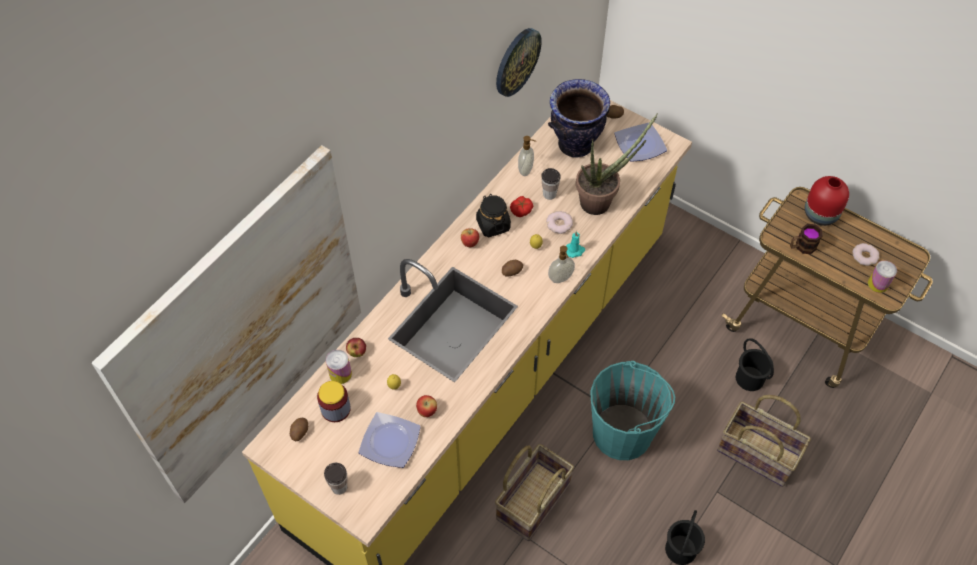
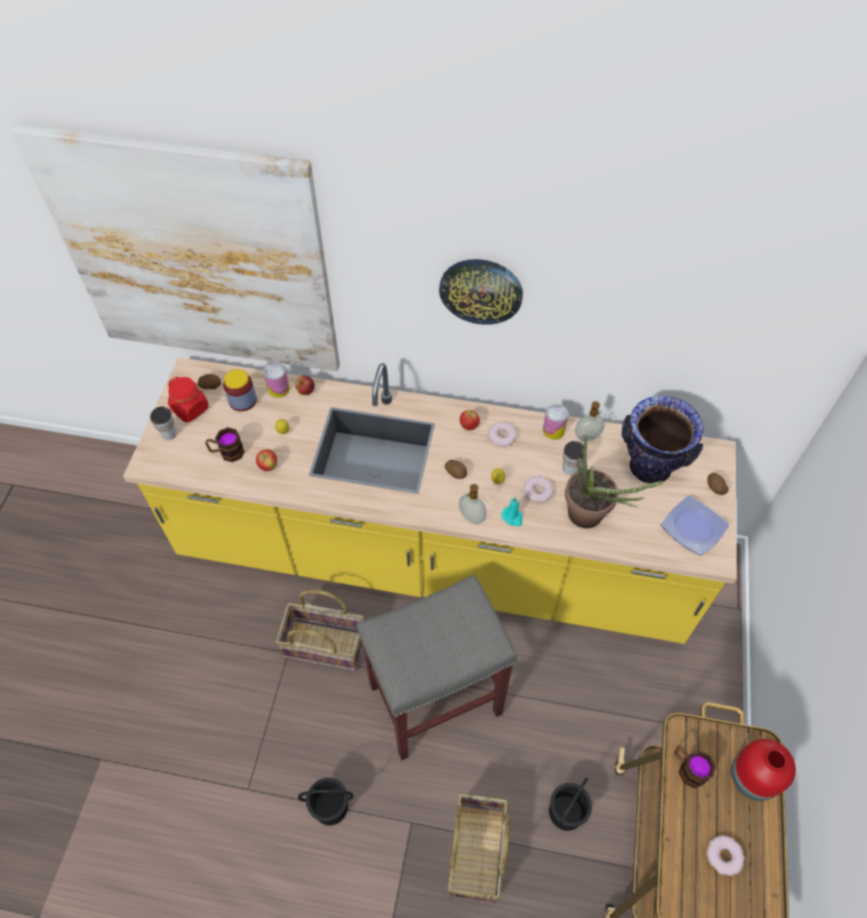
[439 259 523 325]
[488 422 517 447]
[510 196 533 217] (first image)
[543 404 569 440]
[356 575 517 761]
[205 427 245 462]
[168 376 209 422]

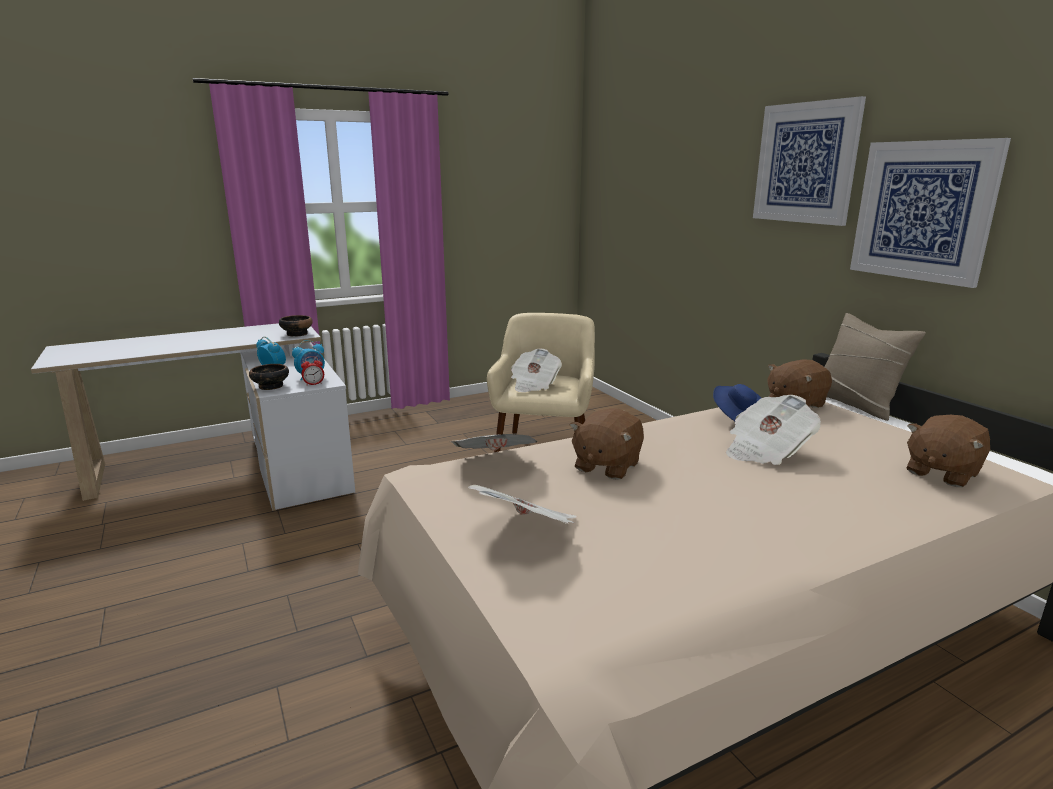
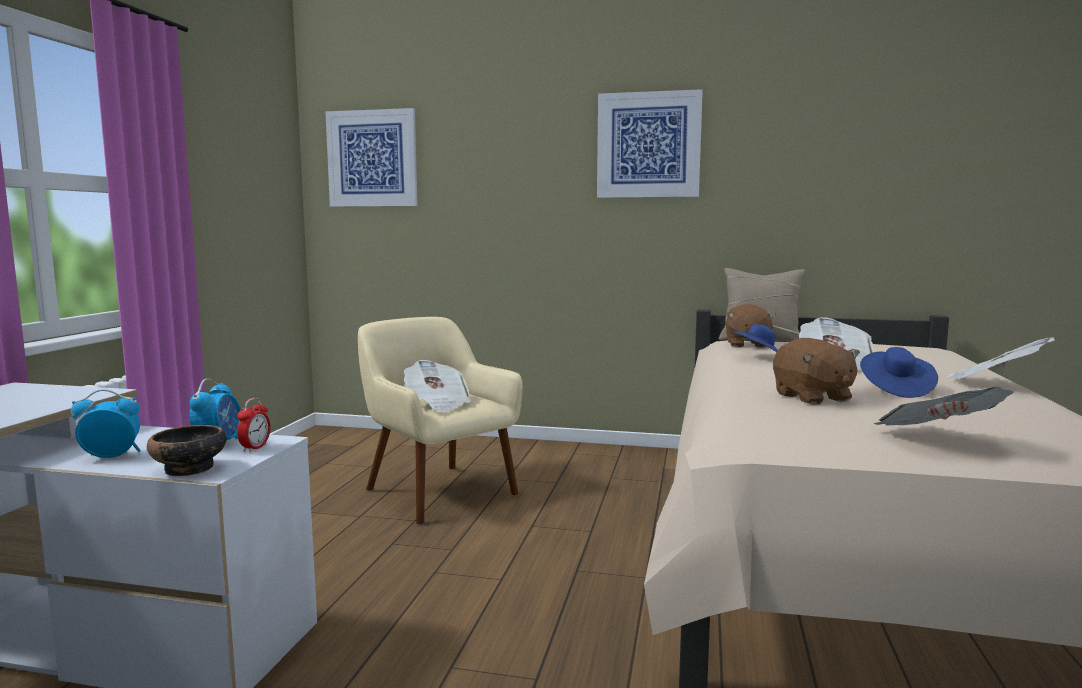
[325 108 418 207]
[279 315 313 337] (first image)
[907 415 990 487] (first image)
[947 337 1055 380]
[860 347 938 398]

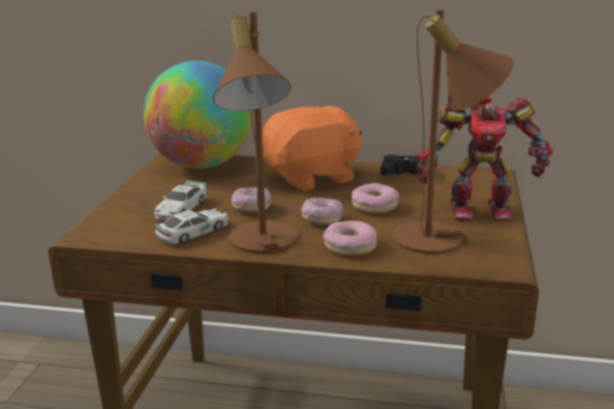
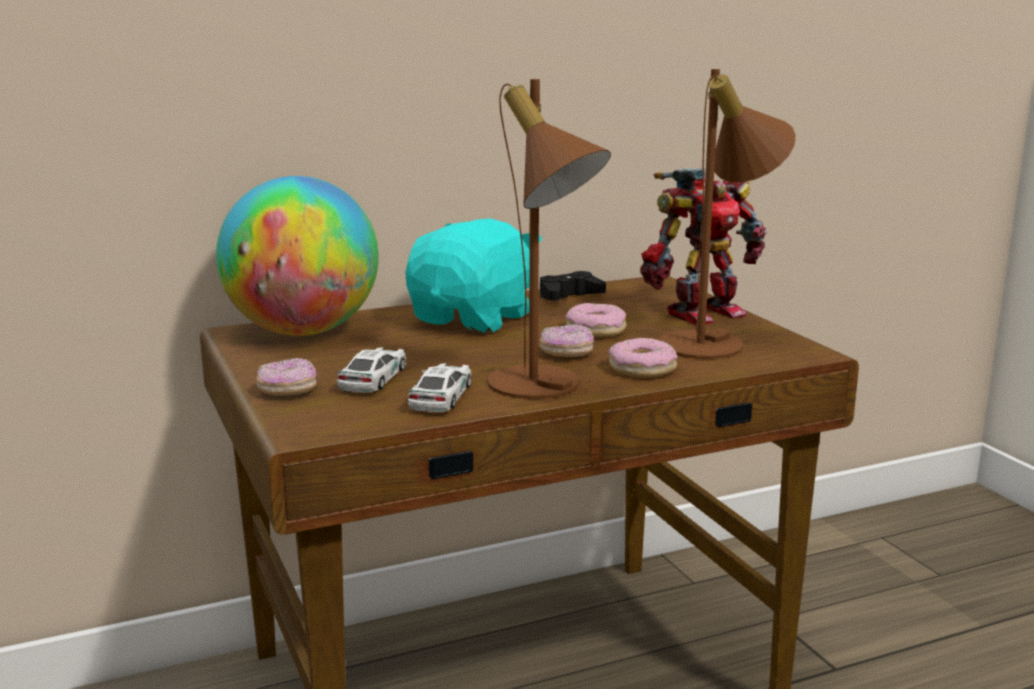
[405 218 542 333]
[337 347 406 393]
[256 358 318 396]

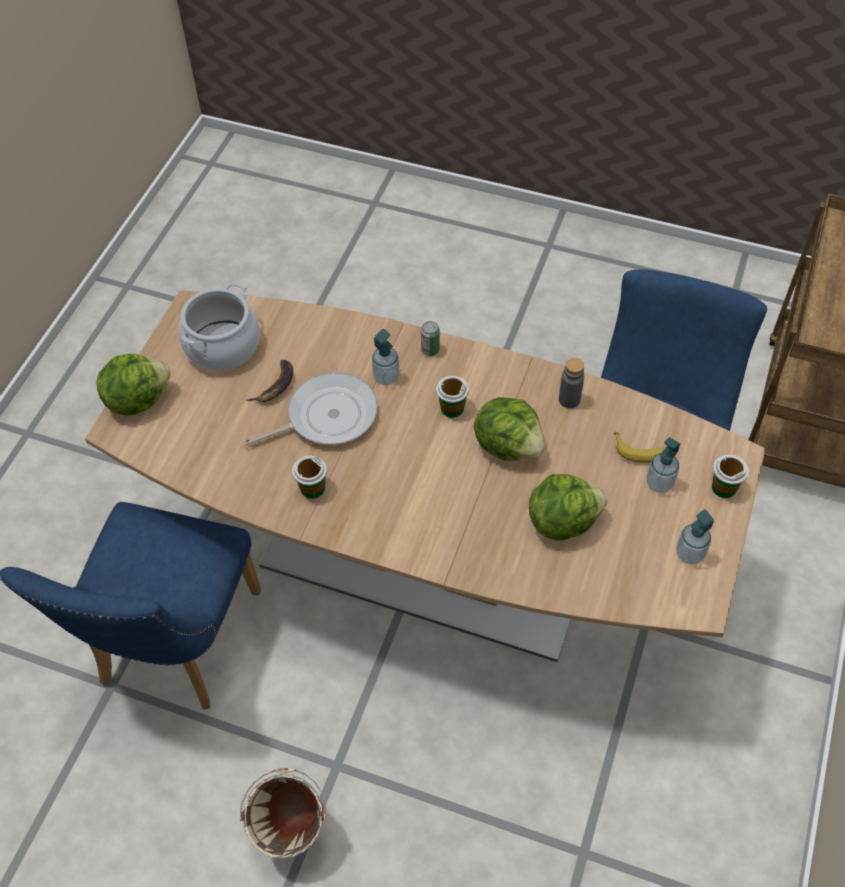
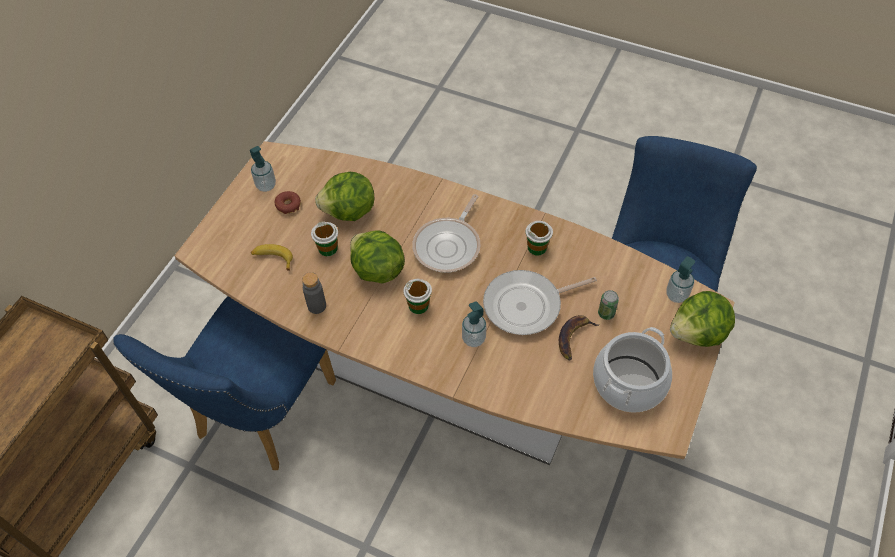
[598 290 619 320]
[666 256 695 303]
[311 221 338 256]
[240 768 326 859] (first image)
[274 191 301 214]
[412 194 481 273]

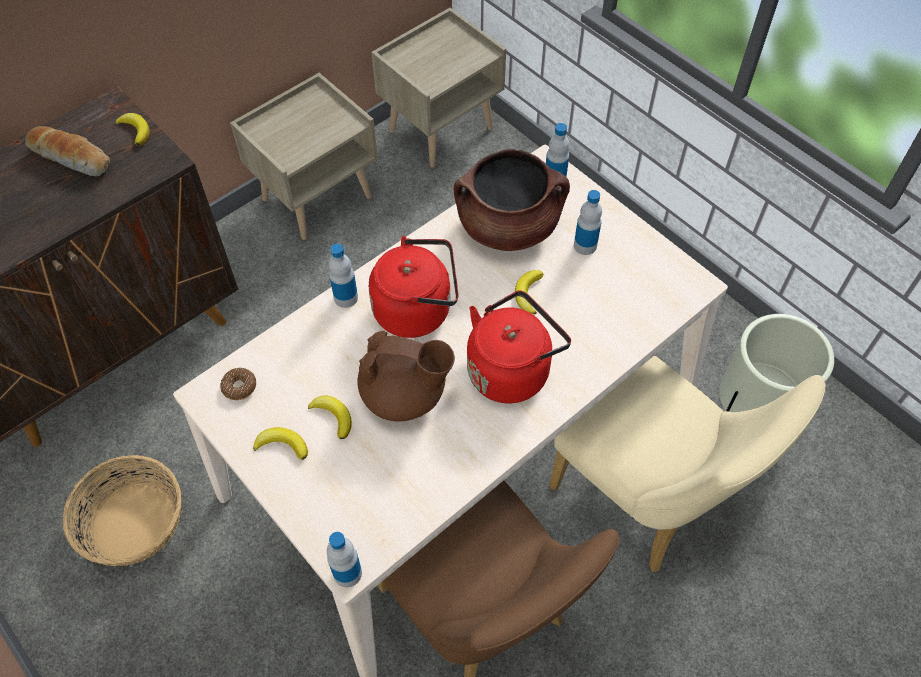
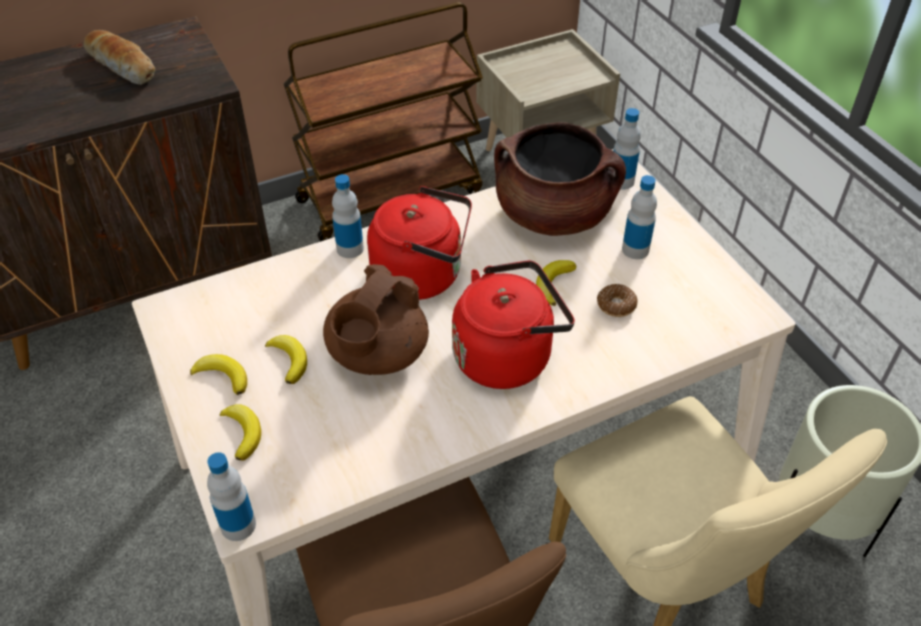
[284 2 483 241]
[219 404 261 460]
[323 264 429 375]
[597 284 638 317]
[63 455 181 566] (first image)

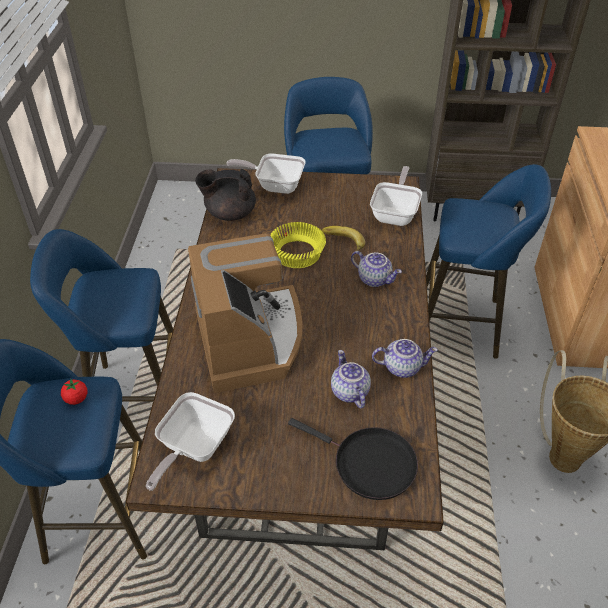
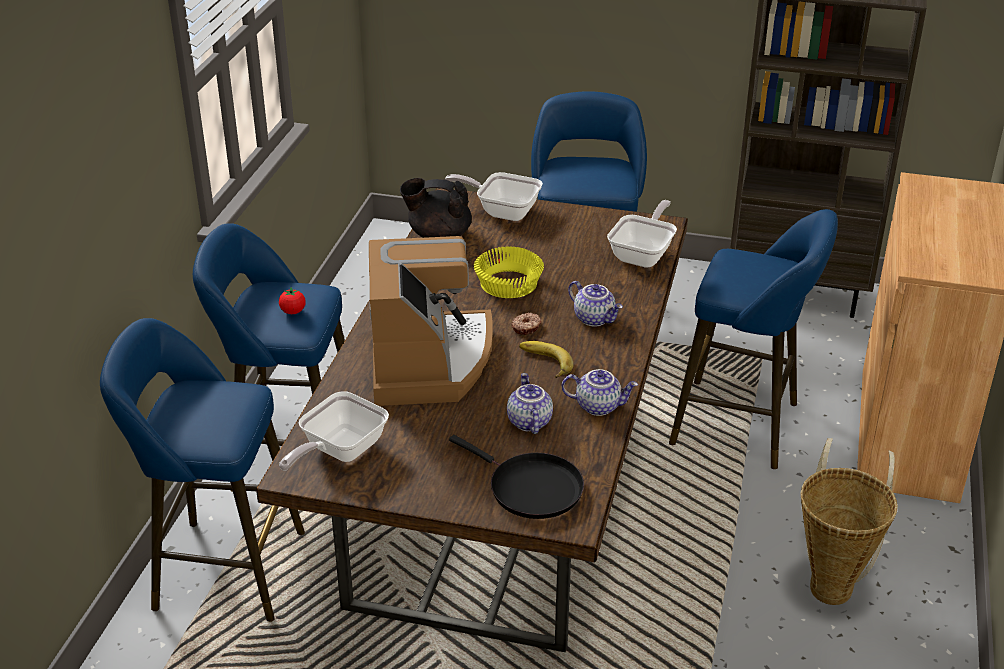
[519 341 573 378]
[279 287 306 314]
[511 313 542 335]

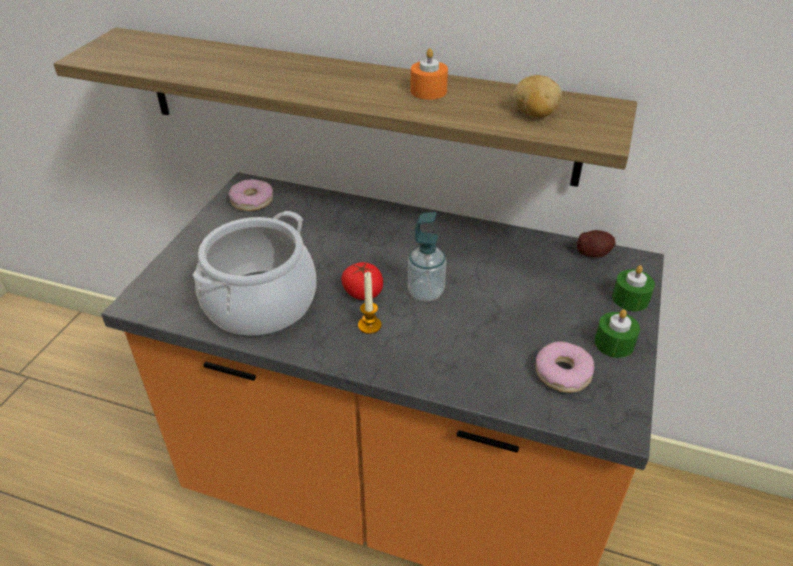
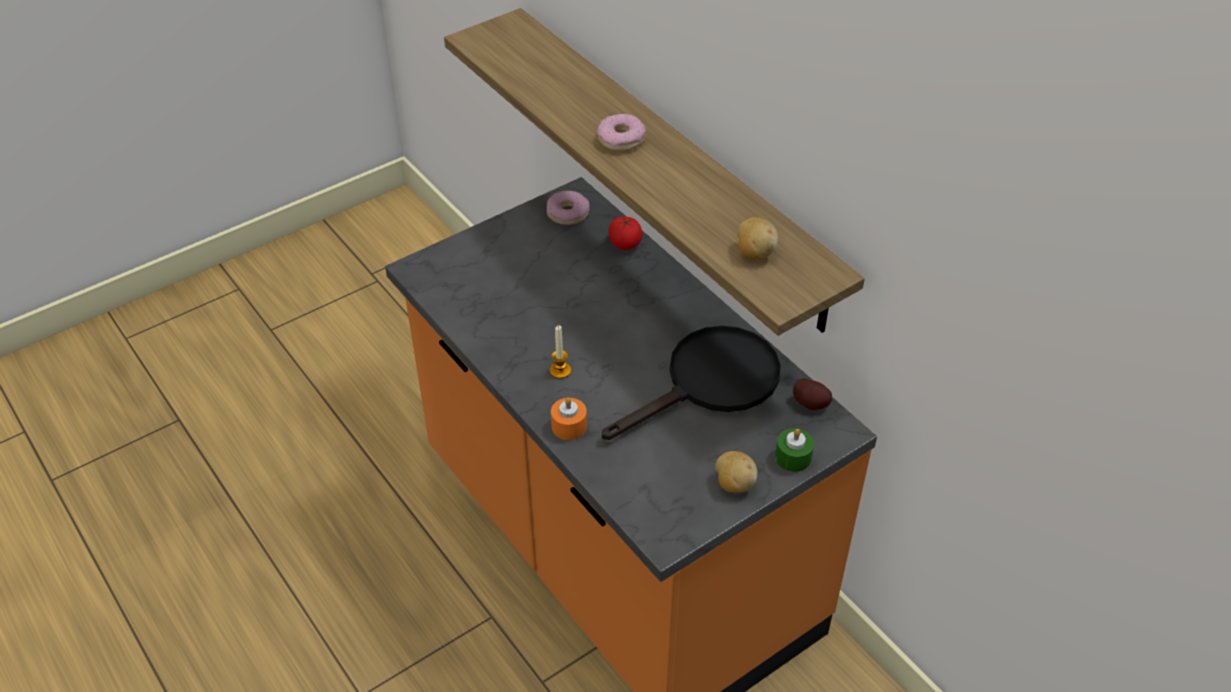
[551 397 587 440]
[192 211 316 336] (first image)
[408 212 446 301] (first image)
[609 216 642 250]
[715 451 757 493]
[597 114 646 151]
[602 326 781 440]

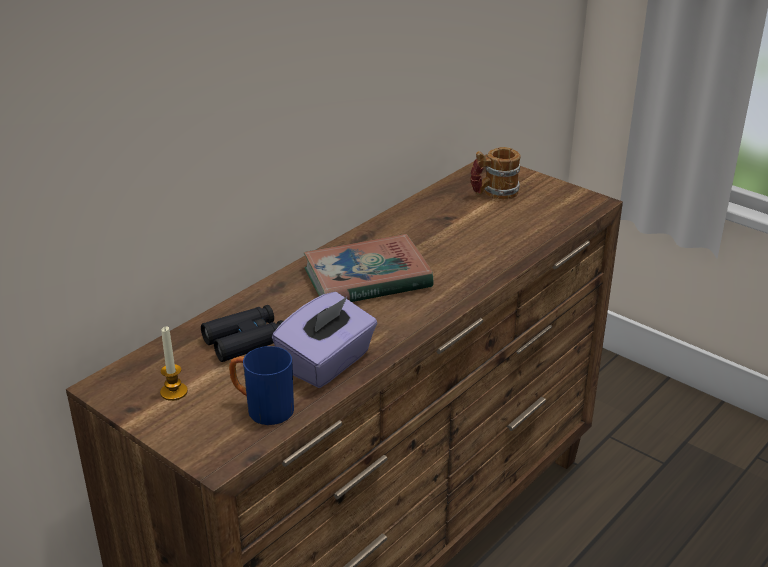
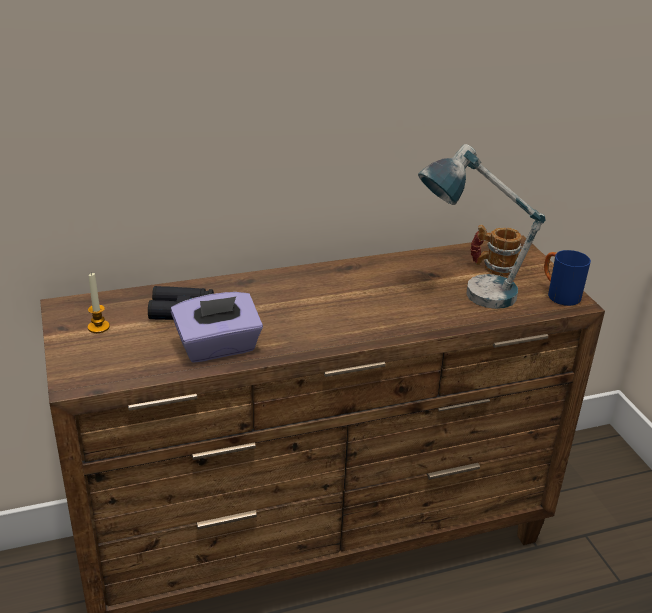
[304 234 434 302] (first image)
[544 250 591 306]
[418 144 546 309]

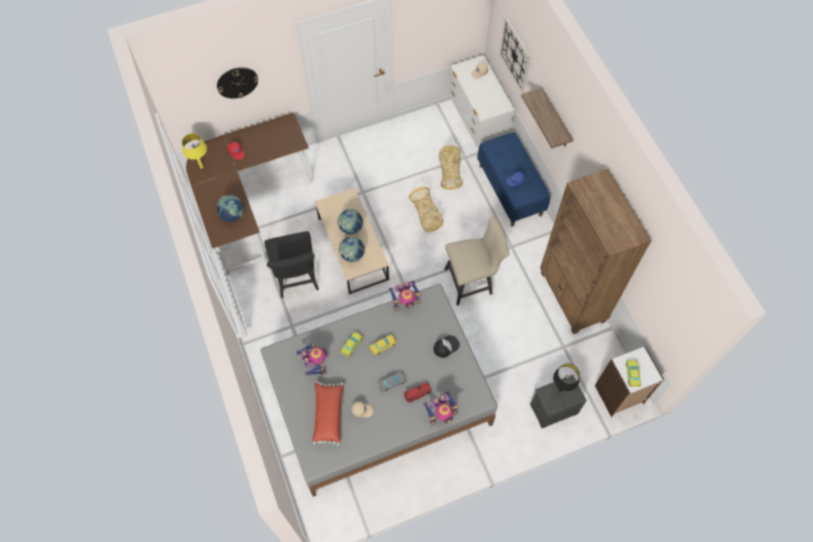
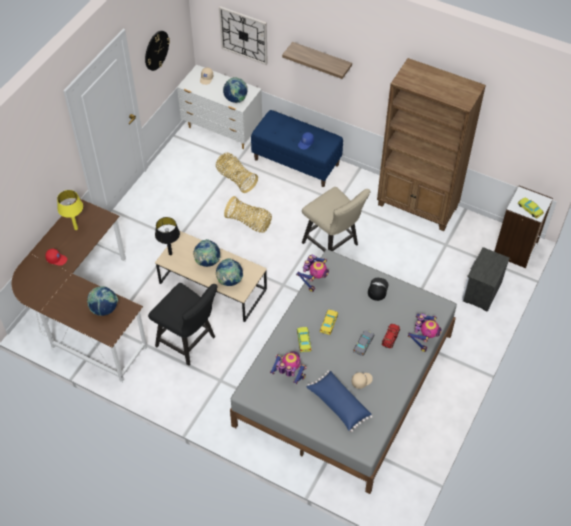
[145 31 170 71]
[57 190 83 230]
[302 187 370 252]
[155 217 180 255]
[307 370 373 432]
[223 77 248 103]

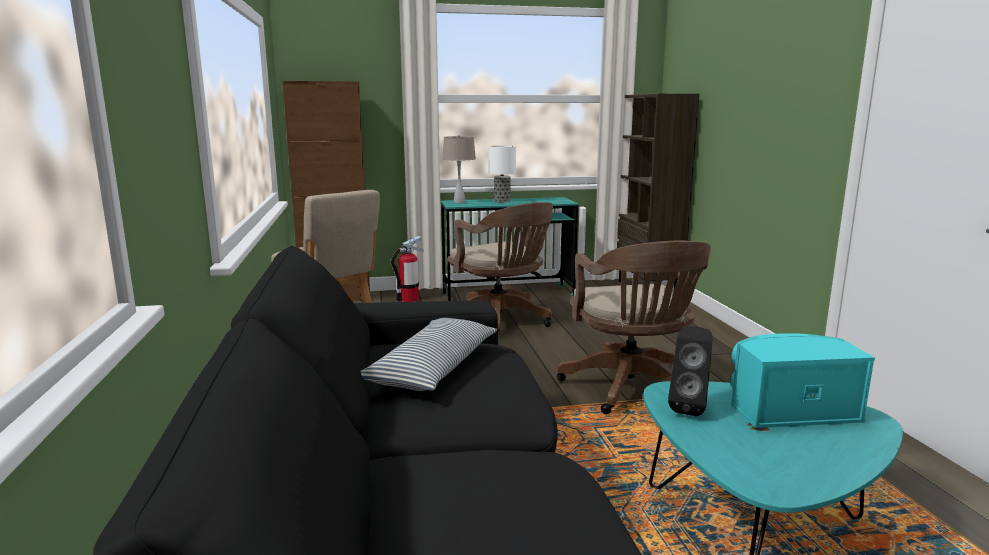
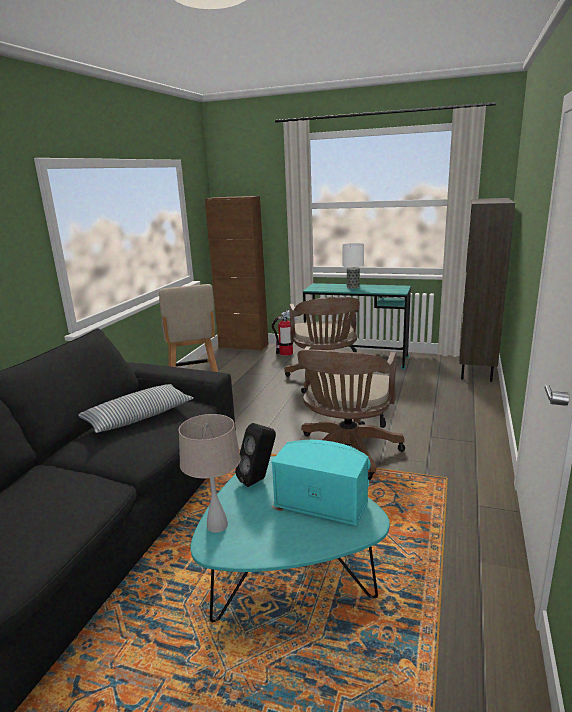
[178 414 241 533]

